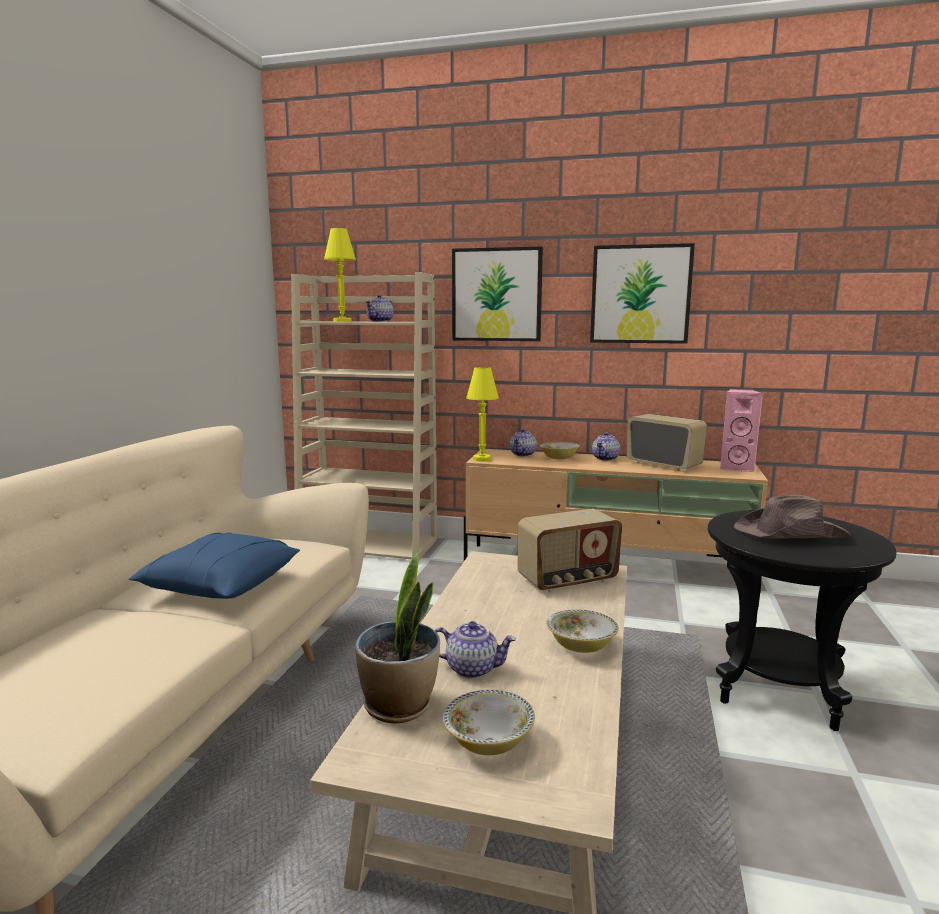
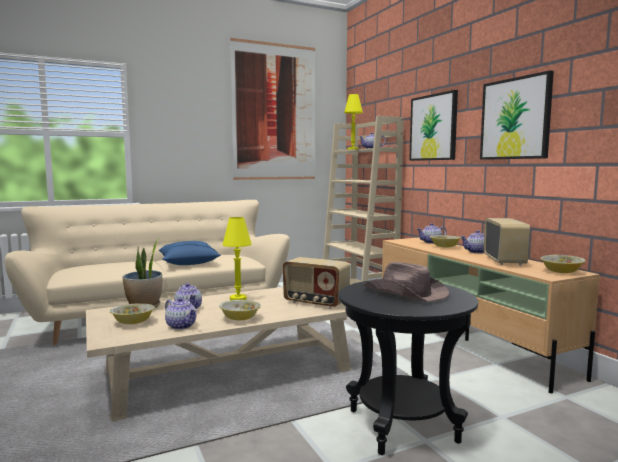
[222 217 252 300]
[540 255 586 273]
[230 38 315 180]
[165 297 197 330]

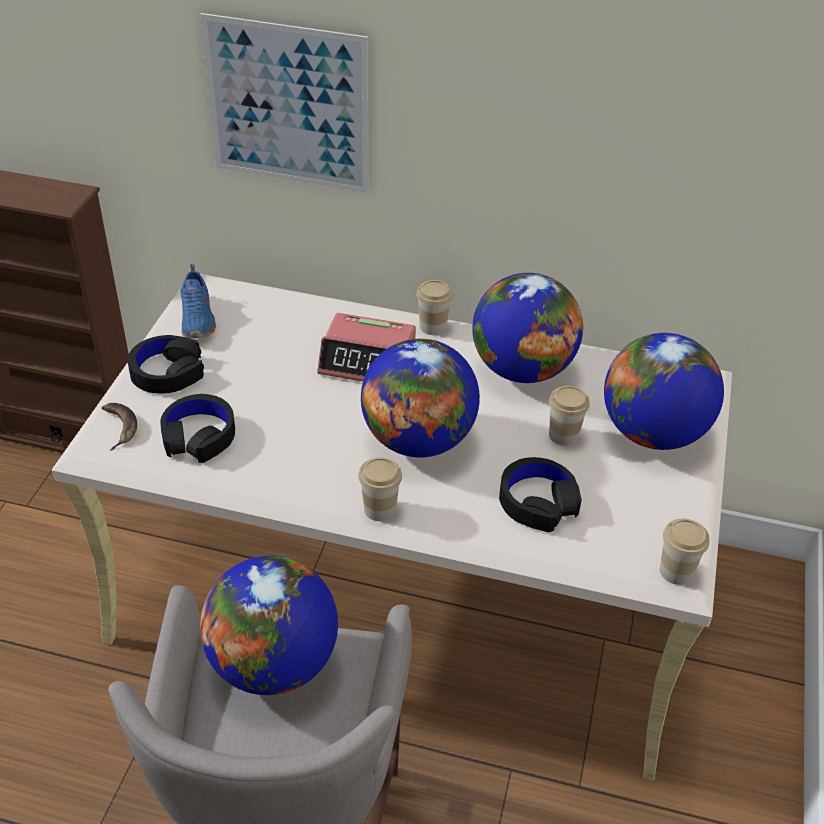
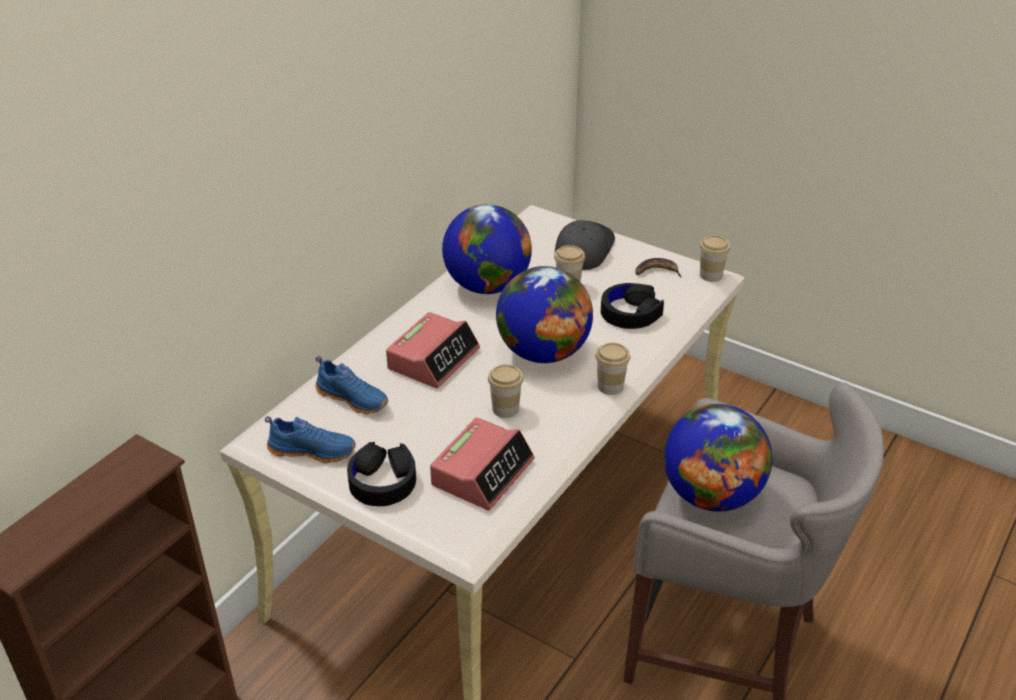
[200 13 368 193] (first image)
[488 364 524 418]
[555 220 615 270]
[430 418 535 510]
[635 258 682 277]
[315 356 388 414]

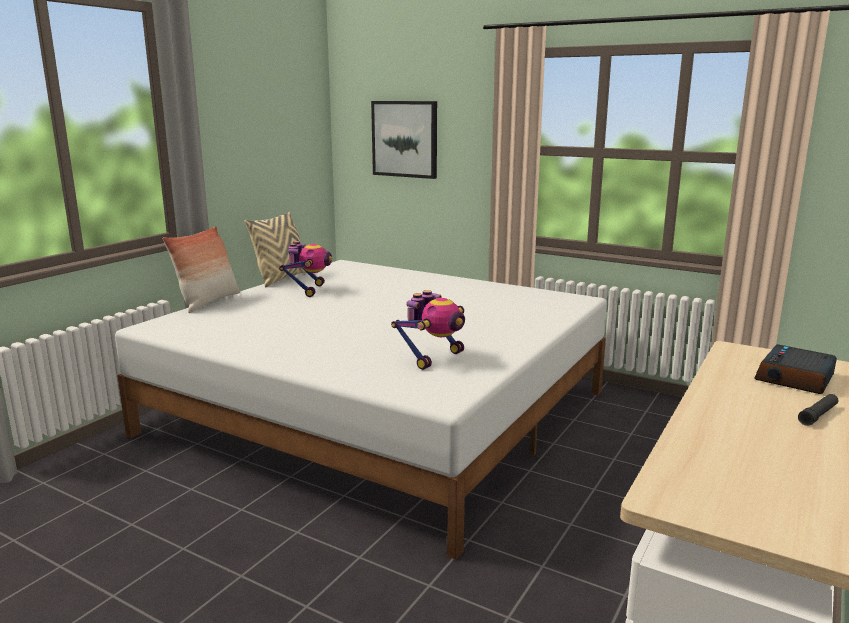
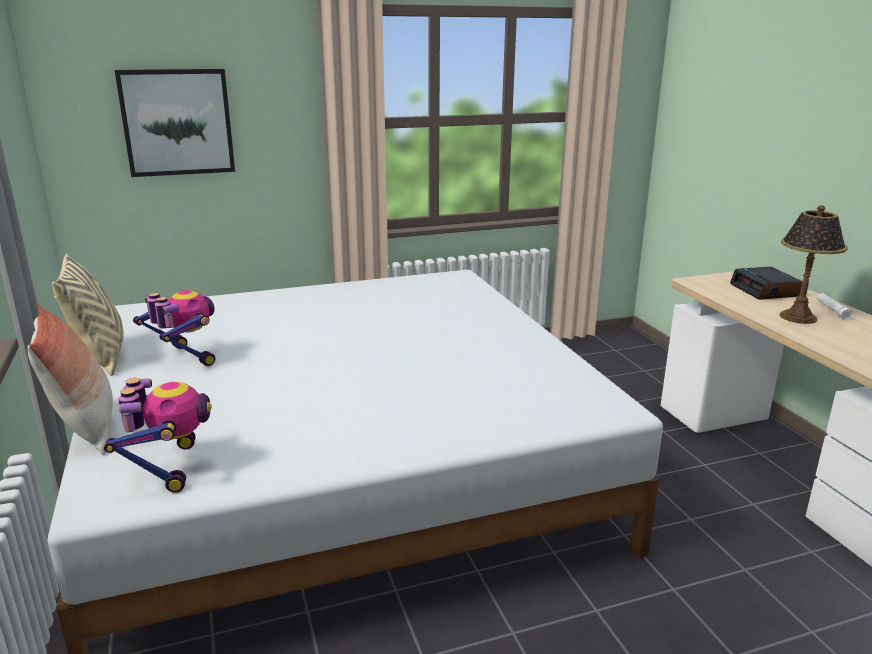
[104 378 212 493]
[817 293 853 320]
[780 205 848 324]

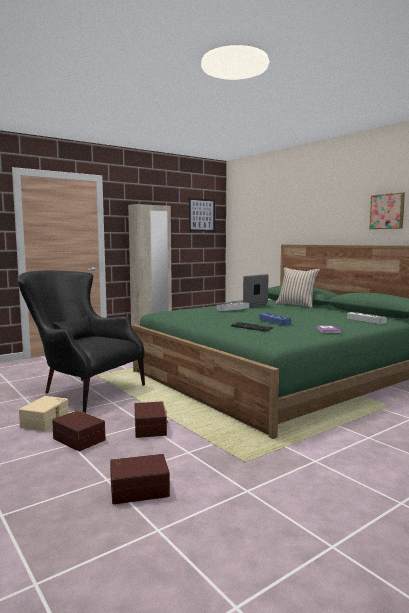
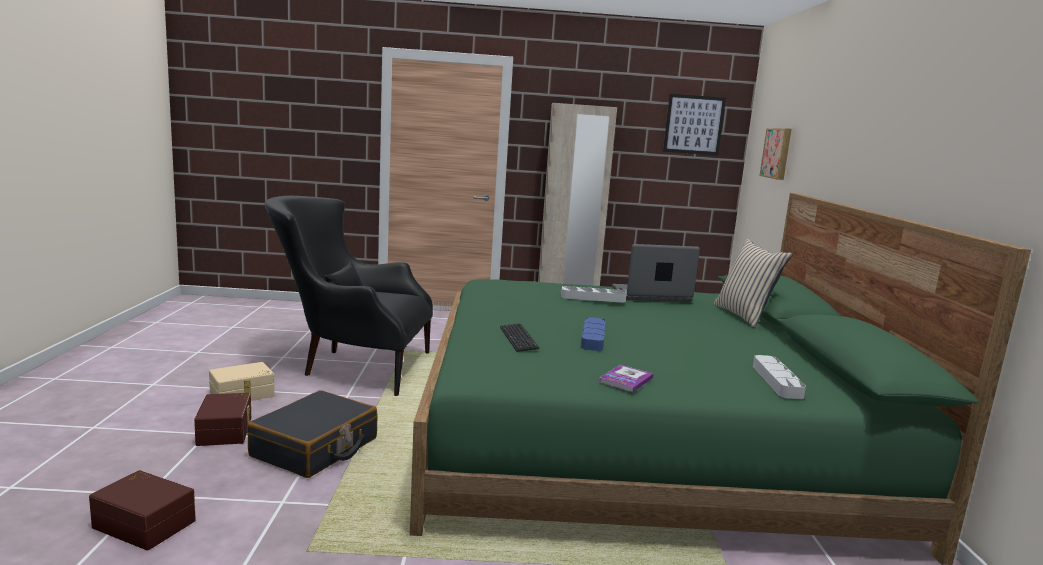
[759 128 792 180]
[265 196 433 396]
[247 390 377 478]

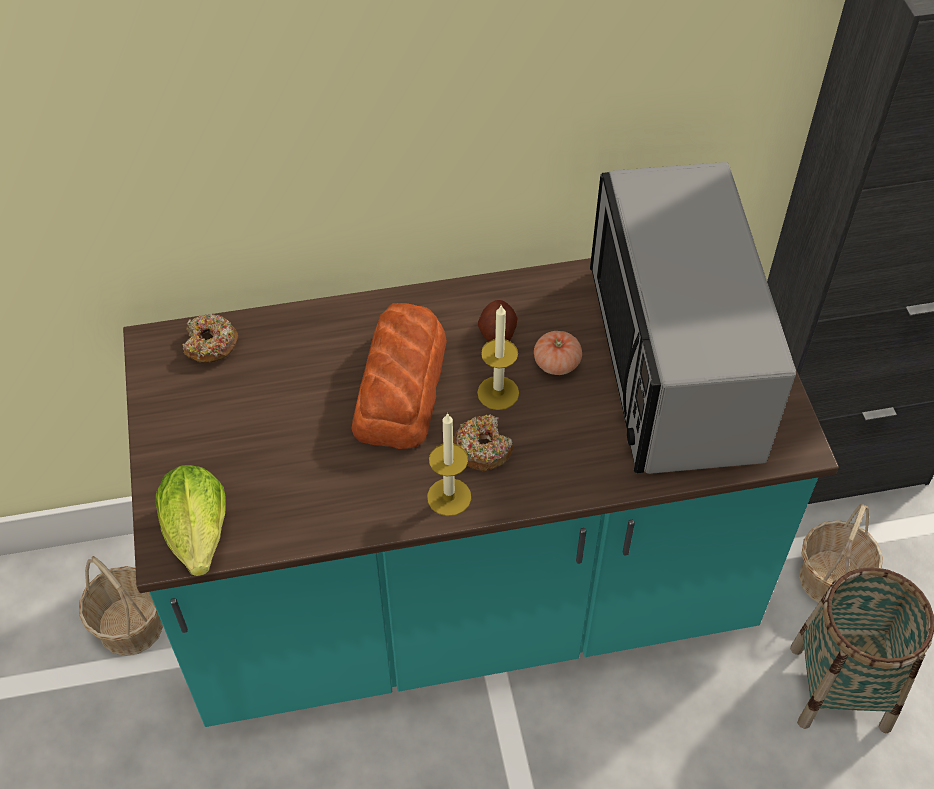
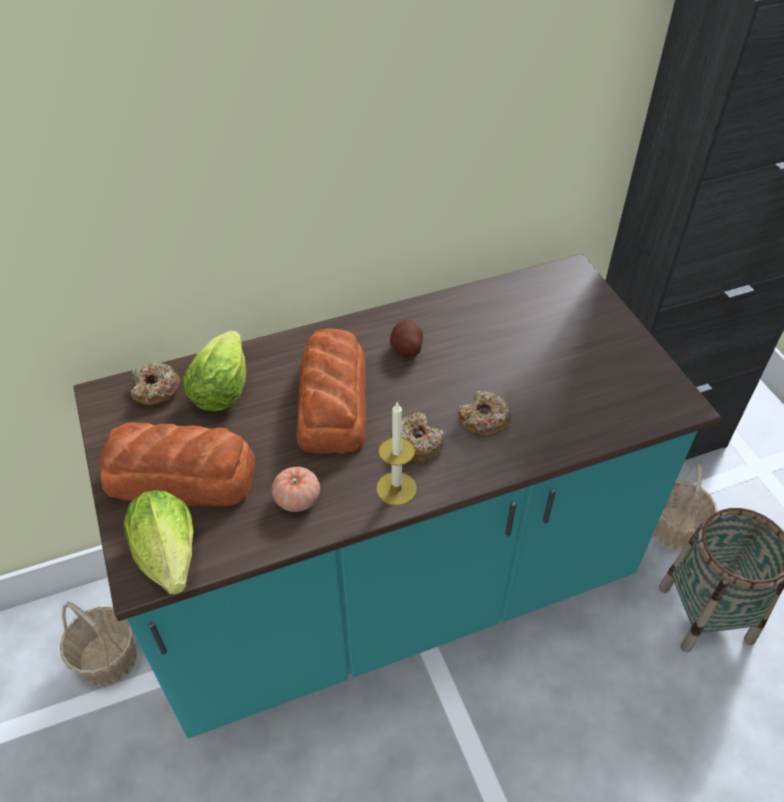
[590 162 796 474] (first image)
[477 305 519 410] (first image)
[272 467 320 512]
[183 331 246 411]
[458 391 511 437]
[100 422 256 506]

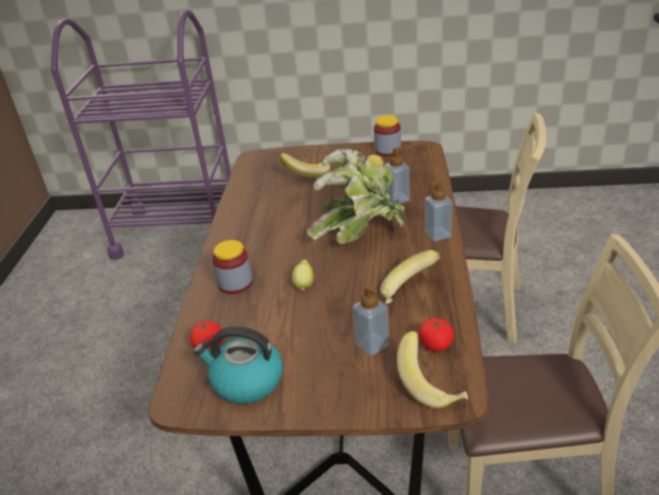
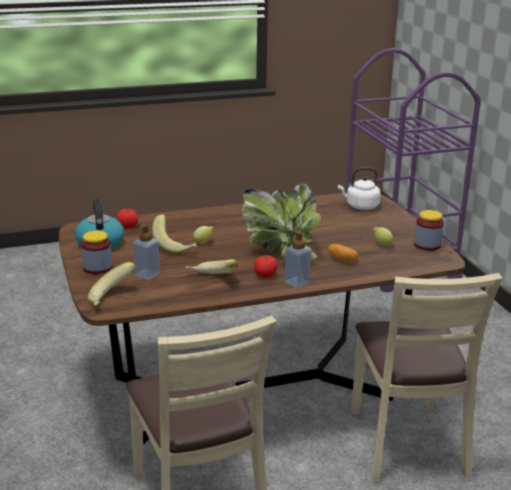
[328 244 358 263]
[152 214 197 255]
[81 230 112 274]
[254 255 278 278]
[338 167 381 210]

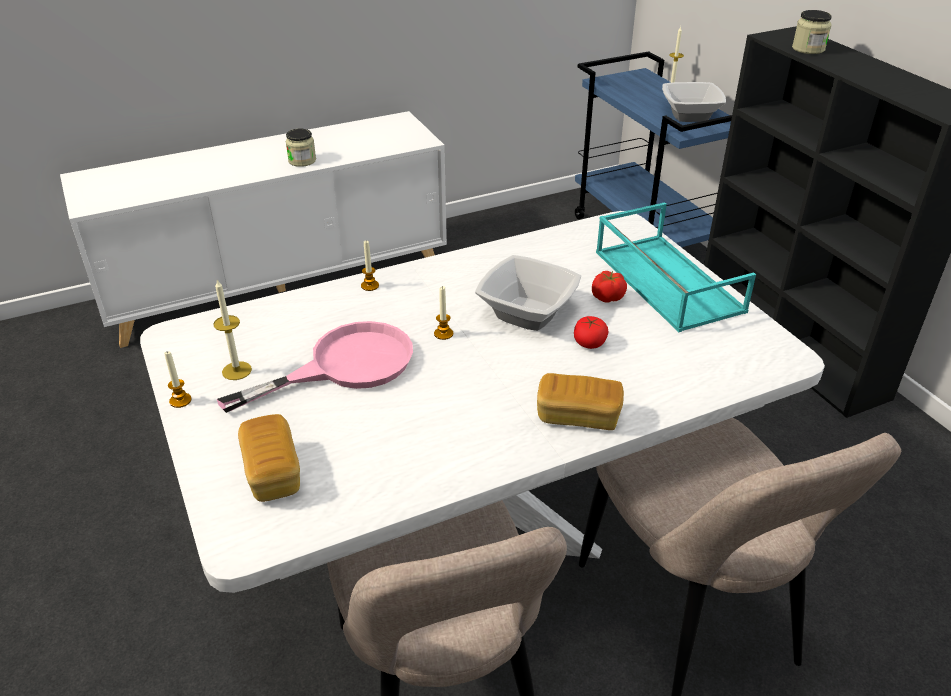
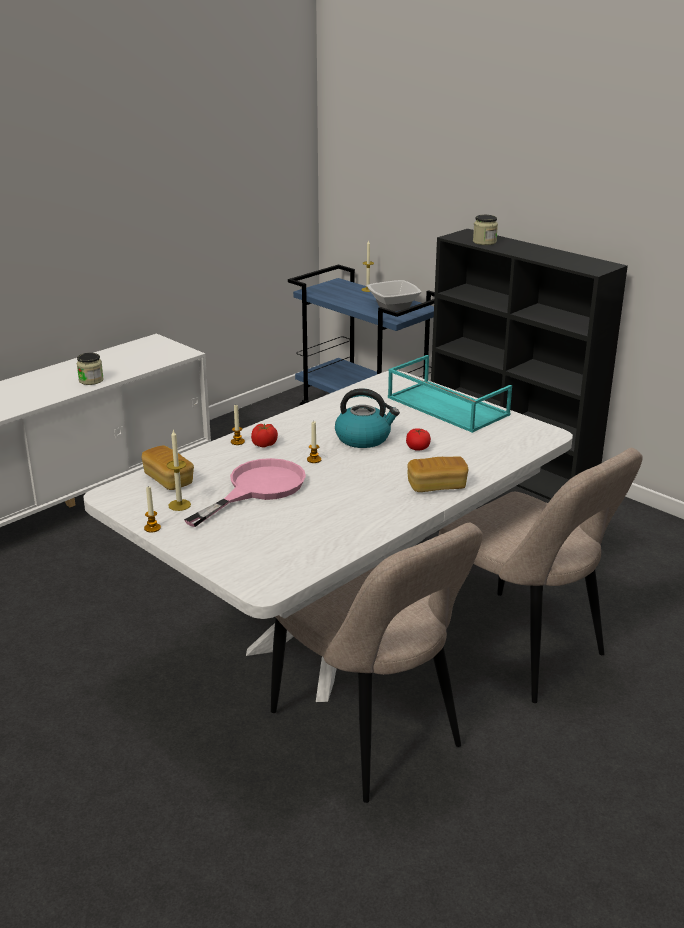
[335 388 400 448]
[251 424 278 448]
[142 445 194 490]

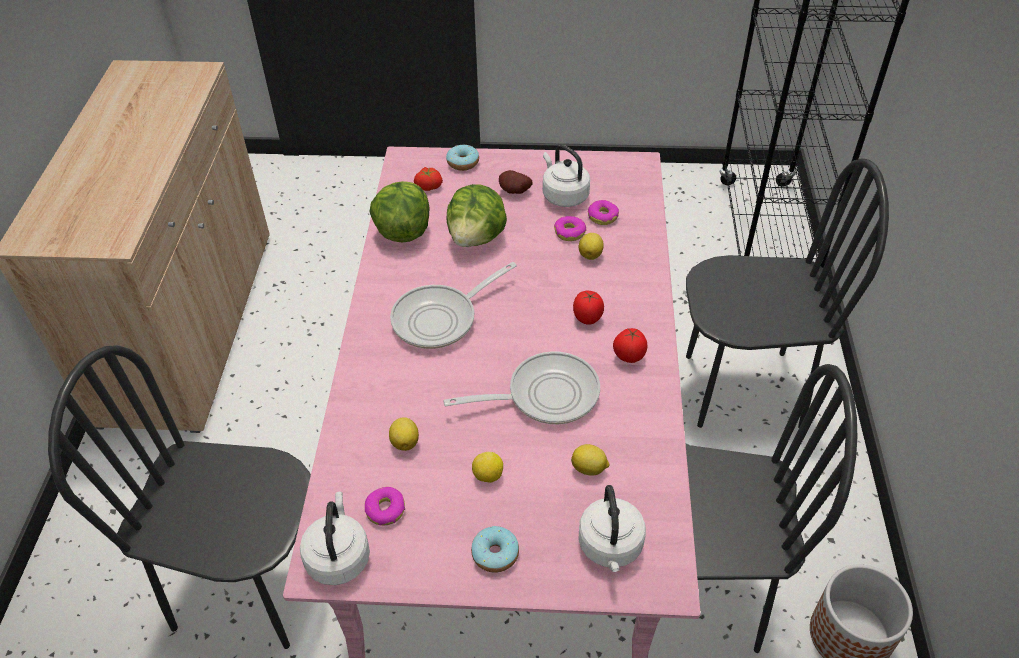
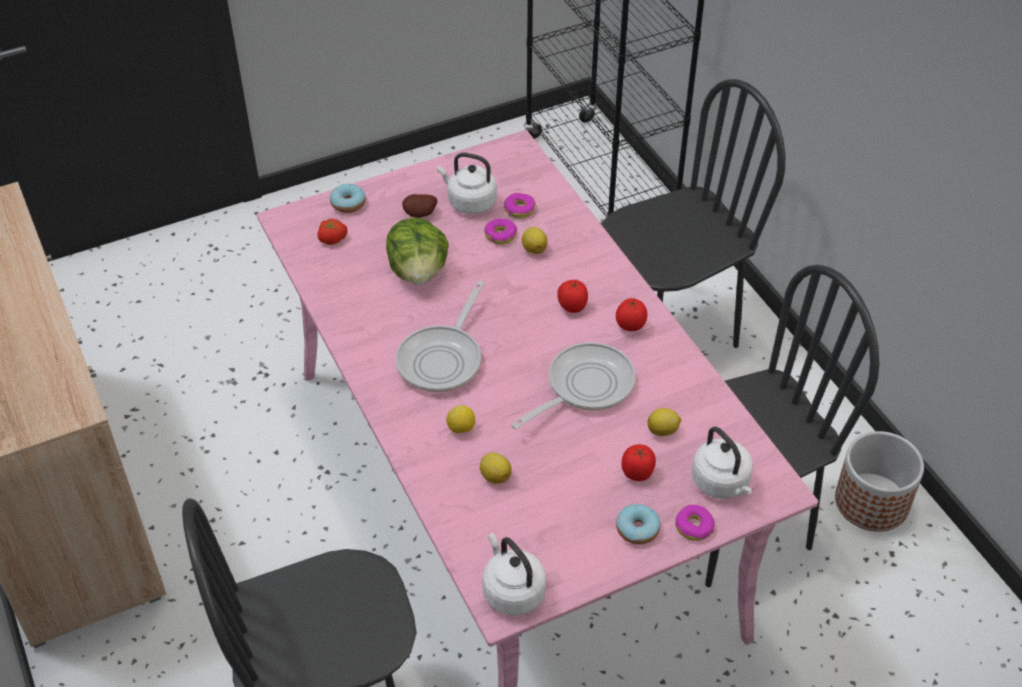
[370 181 429 242] (first image)
[446 405 475 433]
[675 505 715 541]
[621 444 656 481]

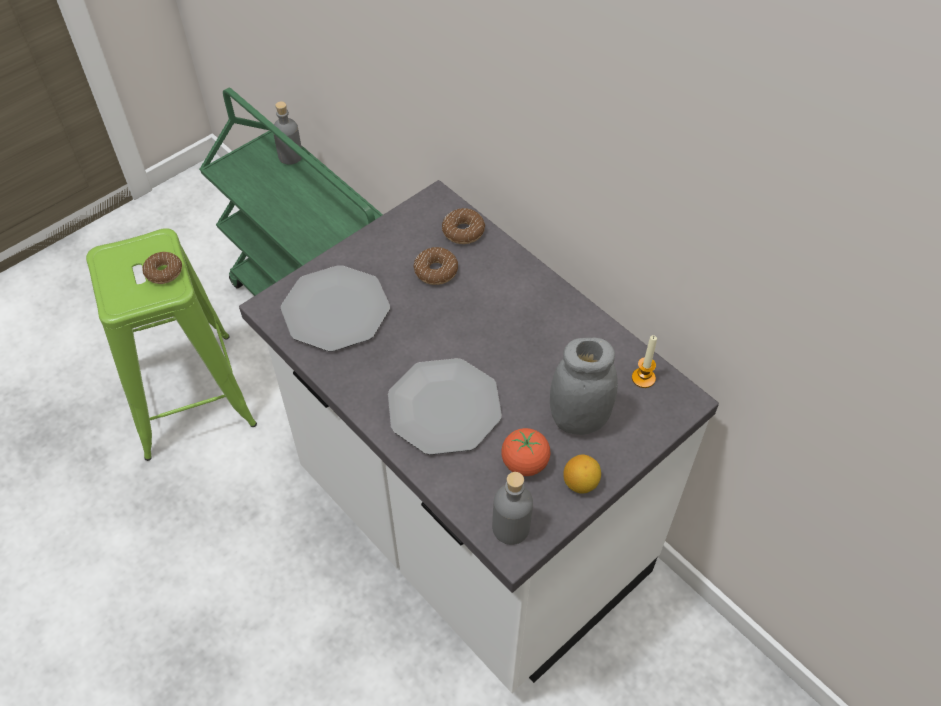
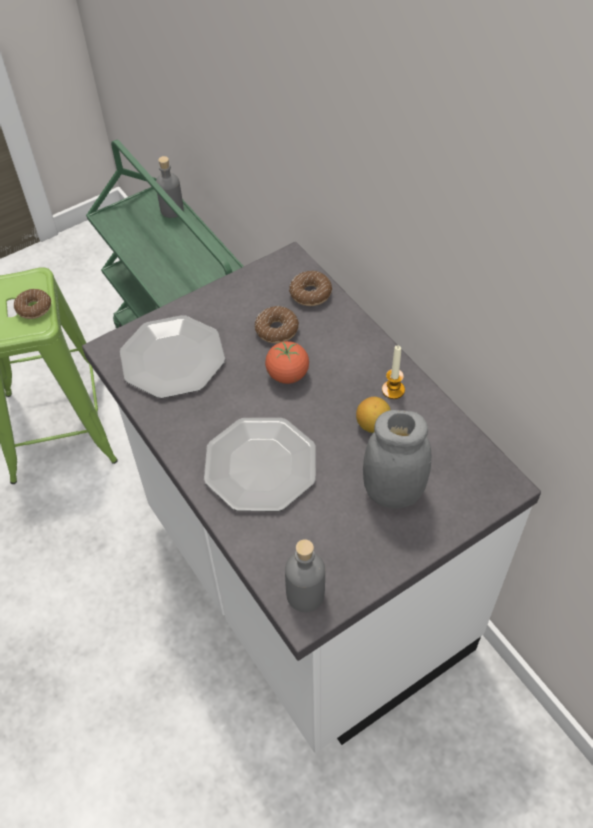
[382 346 405 399]
[265 341 309 384]
[356 397 390 433]

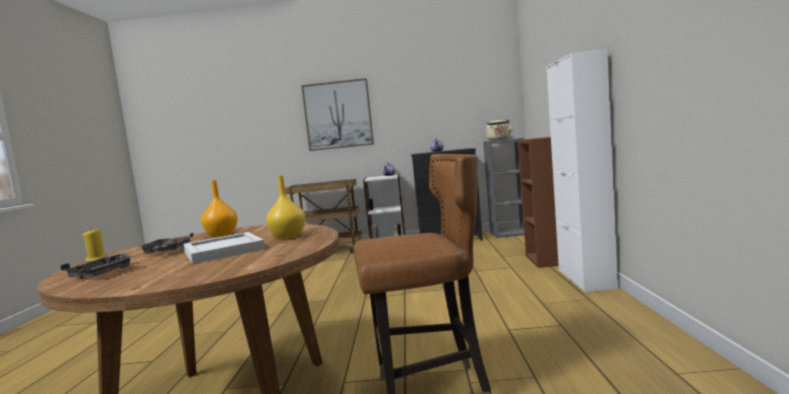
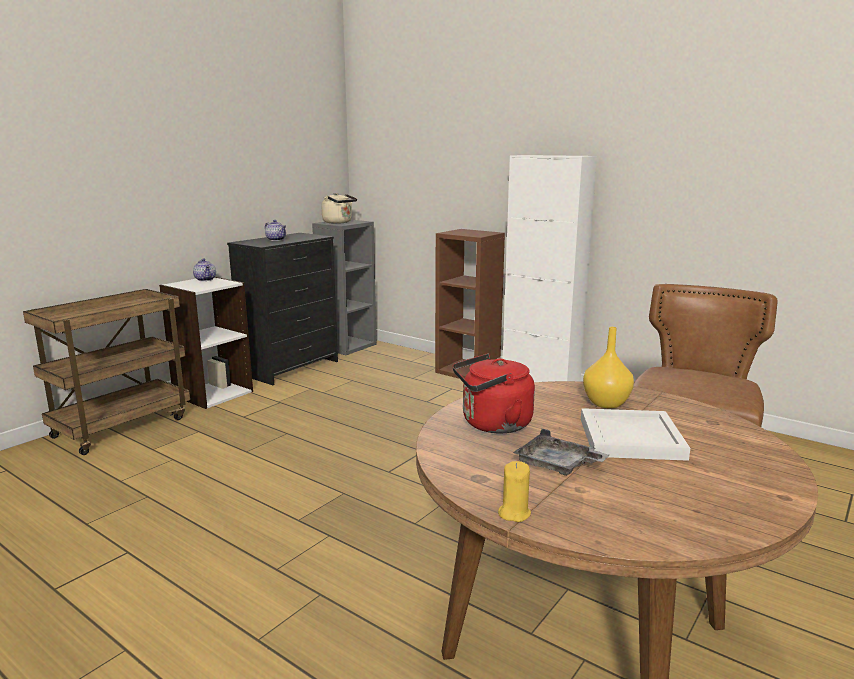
[301 78 374 151] (first image)
[452 354 535 433]
[60 253 137 279] (first image)

